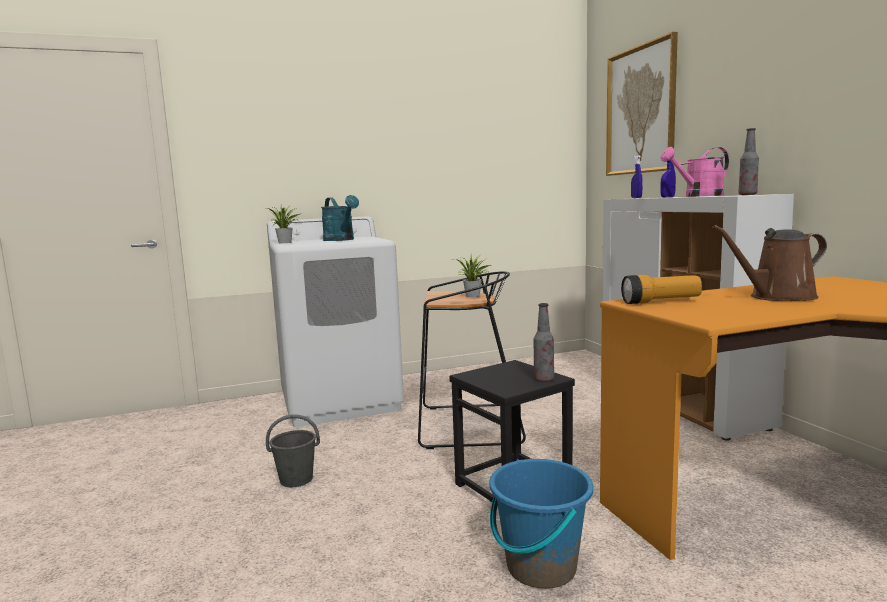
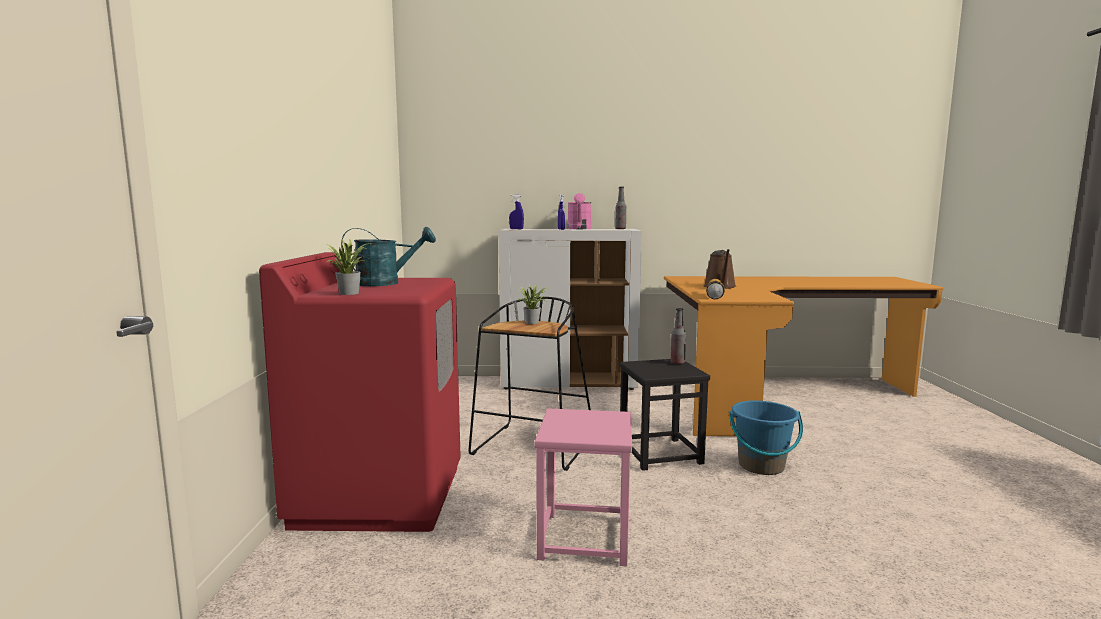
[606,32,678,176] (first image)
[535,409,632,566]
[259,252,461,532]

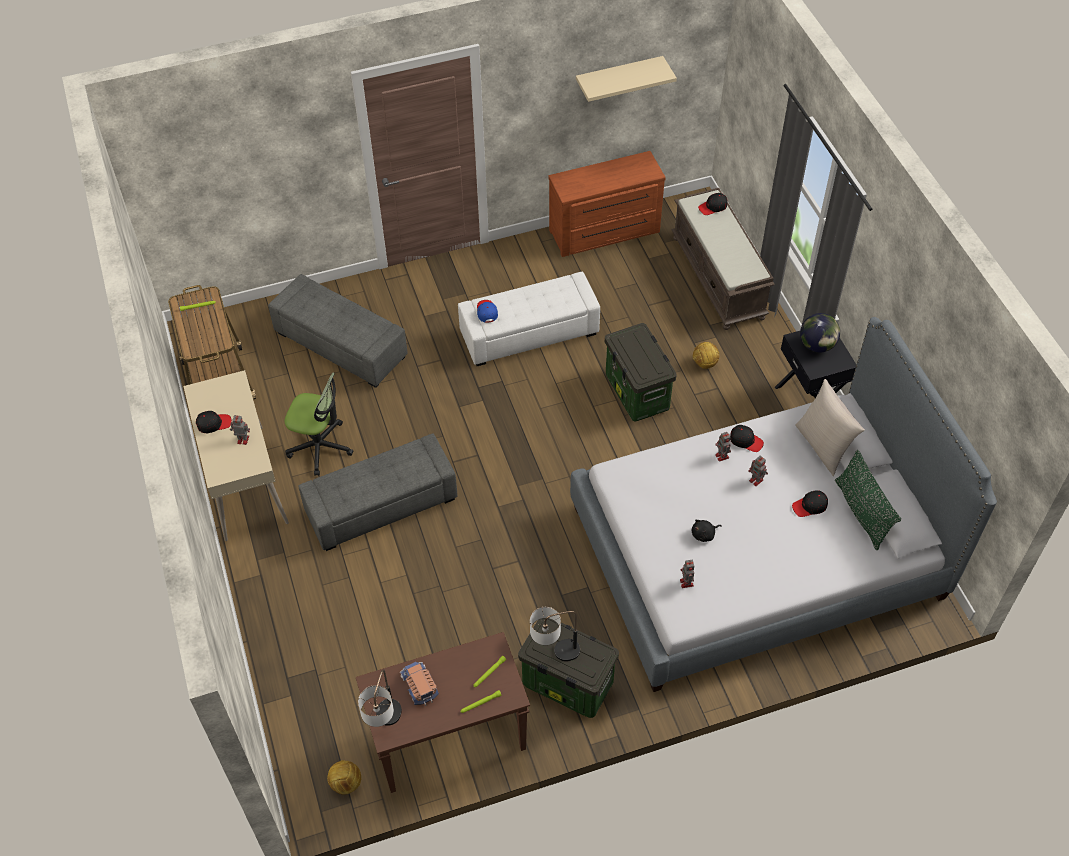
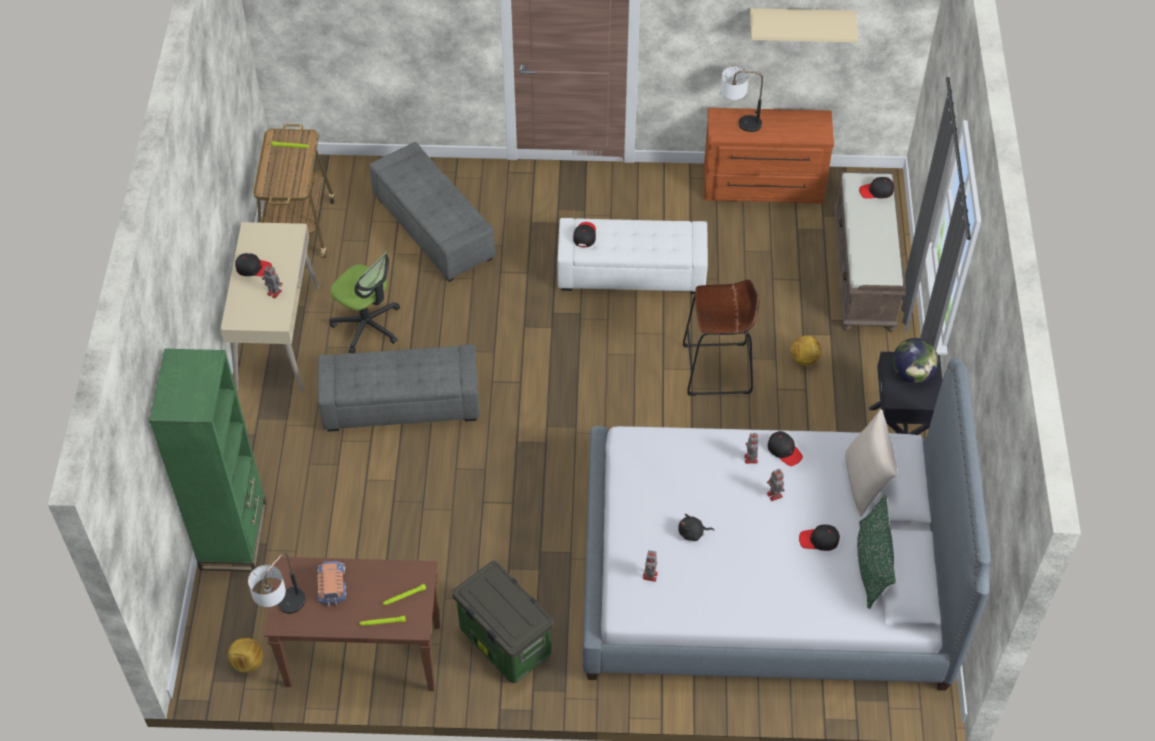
[149,349,266,572]
[720,66,763,132]
[683,280,759,396]
[573,222,596,247]

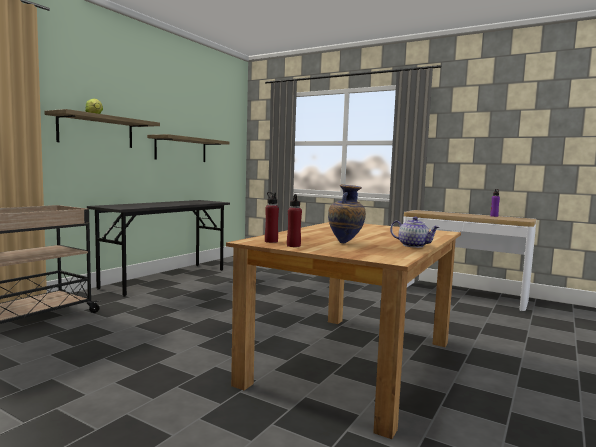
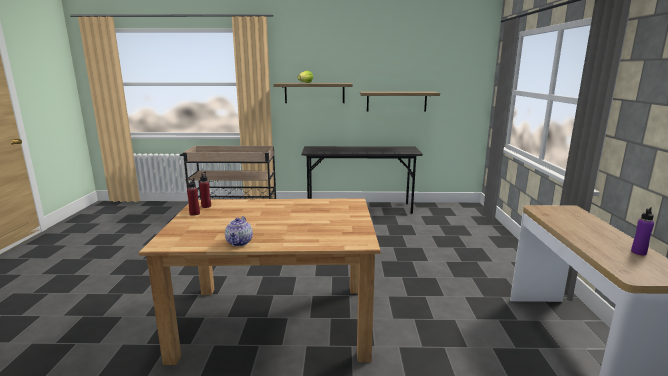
[328,184,366,243] (first image)

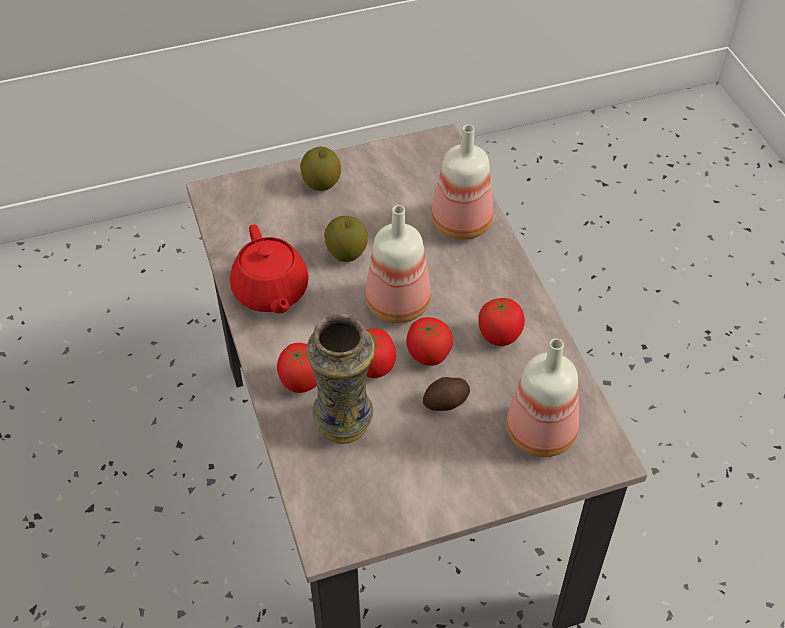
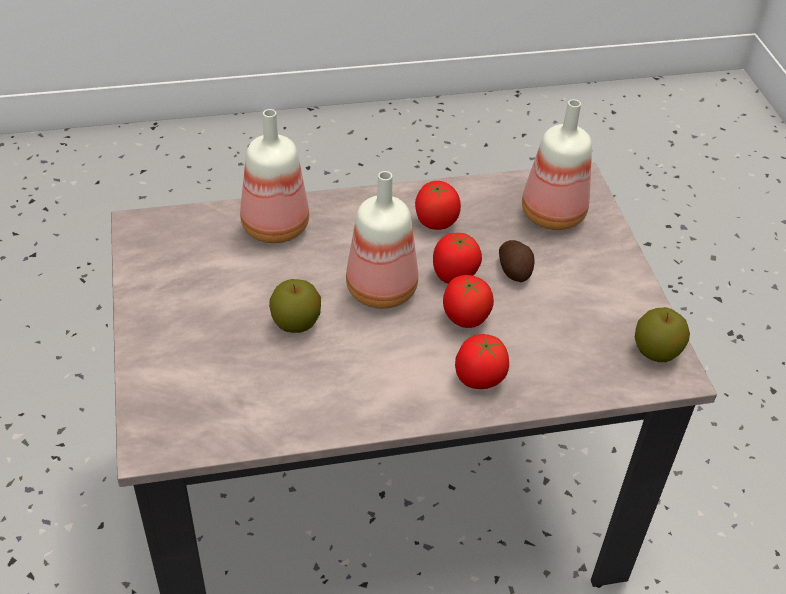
[230,224,309,313] (first image)
[307,314,375,444] (first image)
[635,307,690,362]

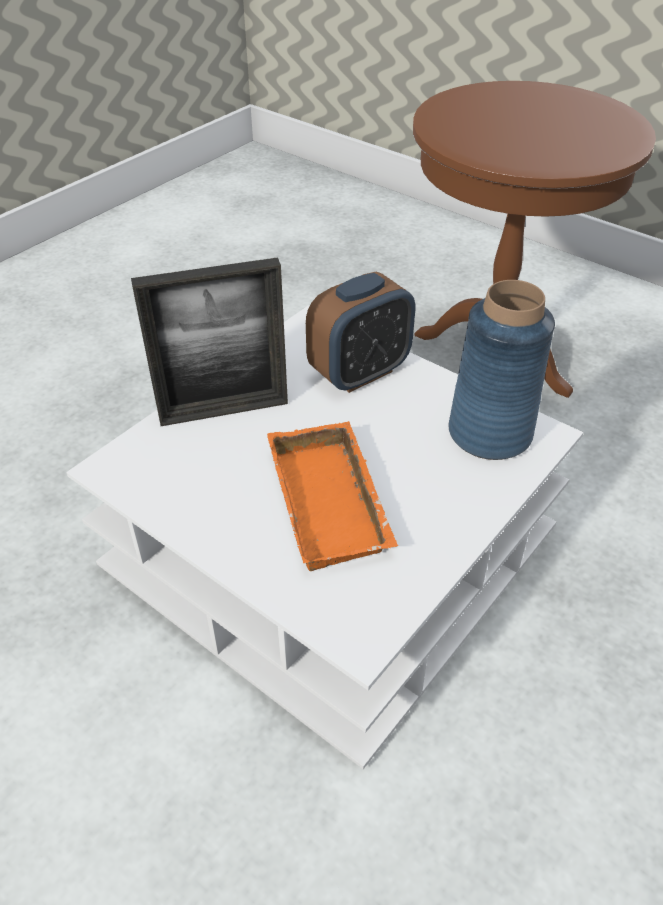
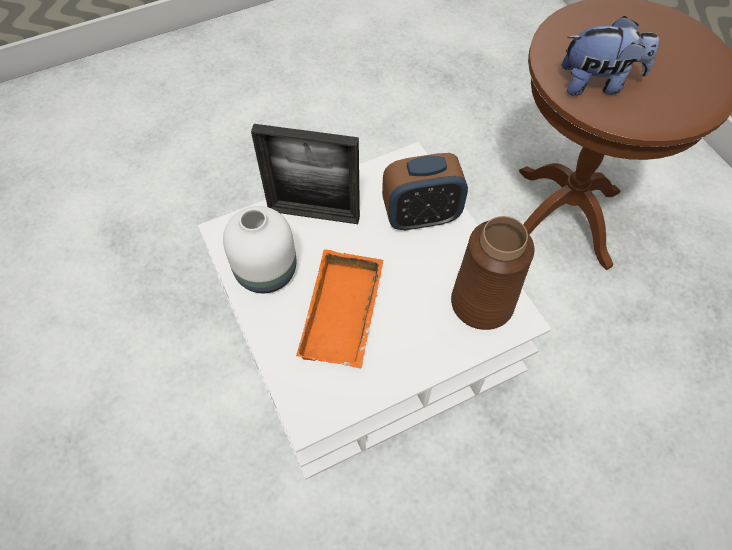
[223,206,296,293]
[562,16,659,96]
[451,216,534,330]

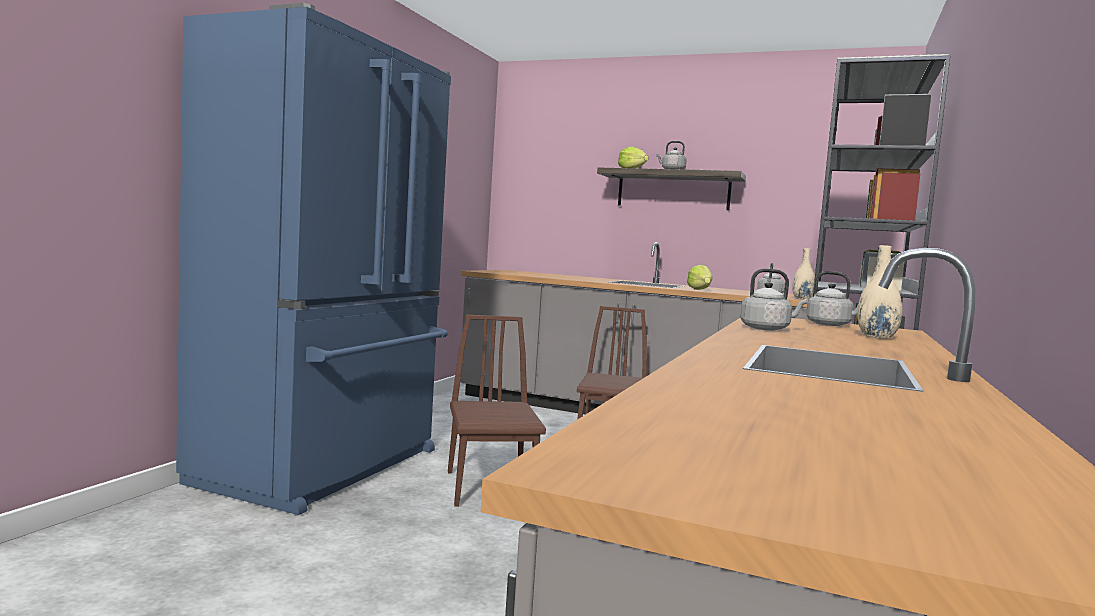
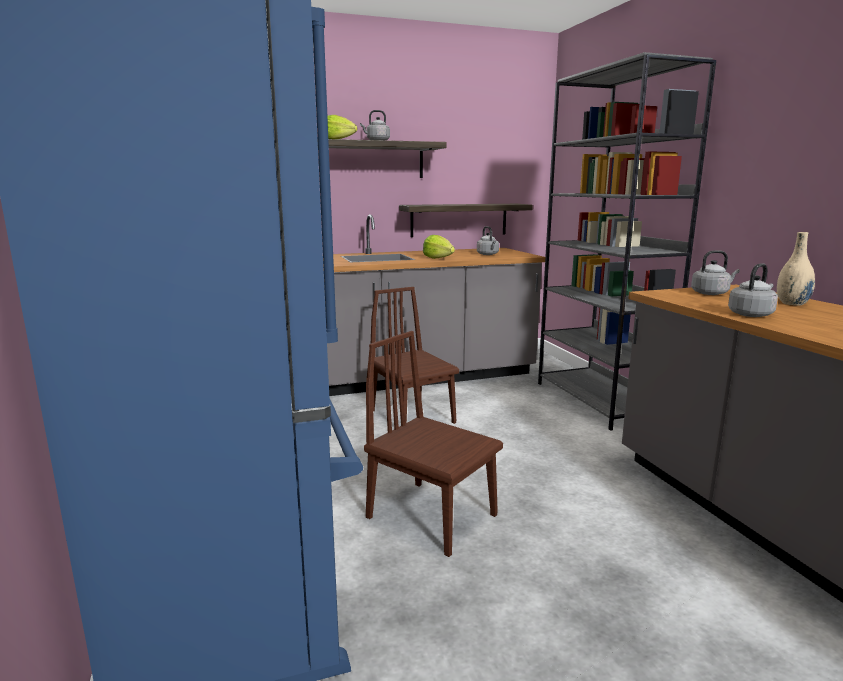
[792,248,815,300] (first image)
[399,204,533,237]

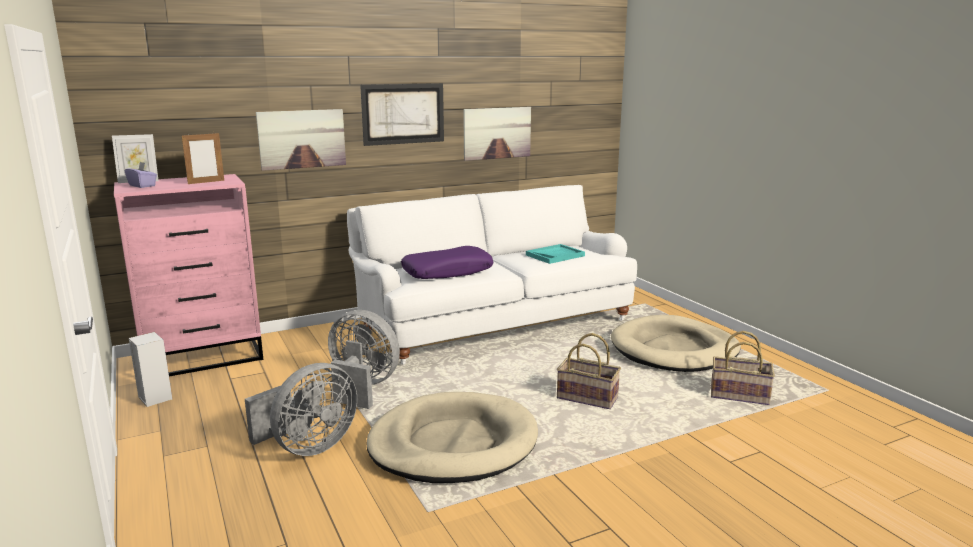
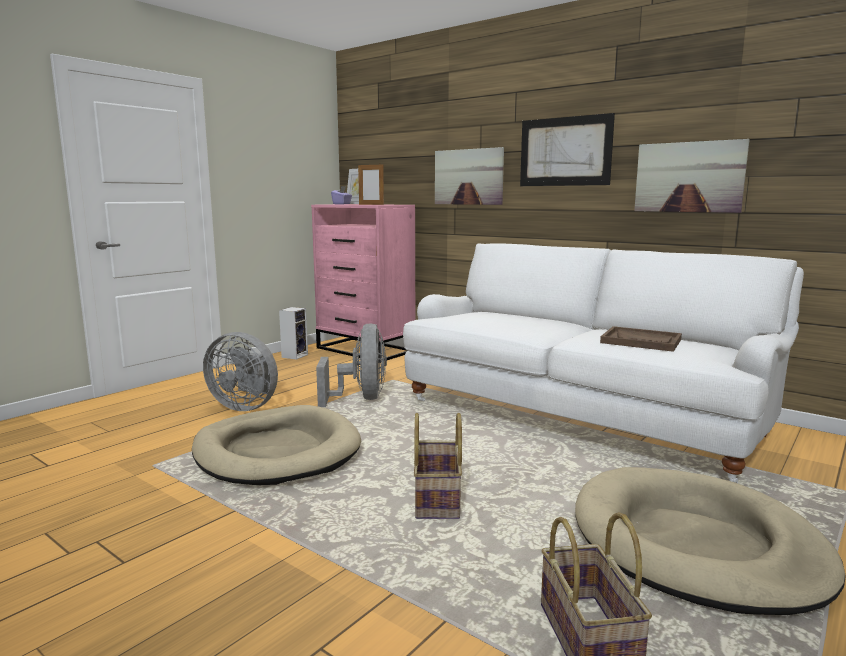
[401,246,493,279] (first image)
[600,326,682,352]

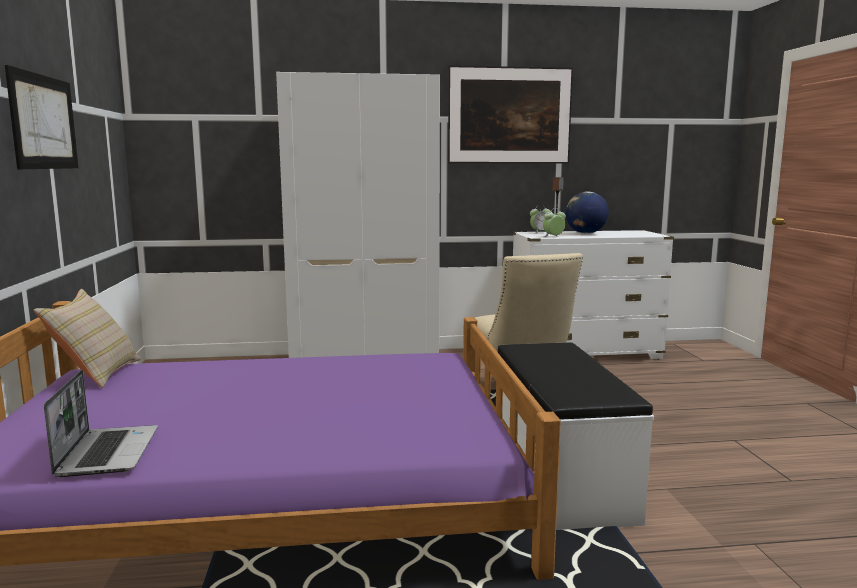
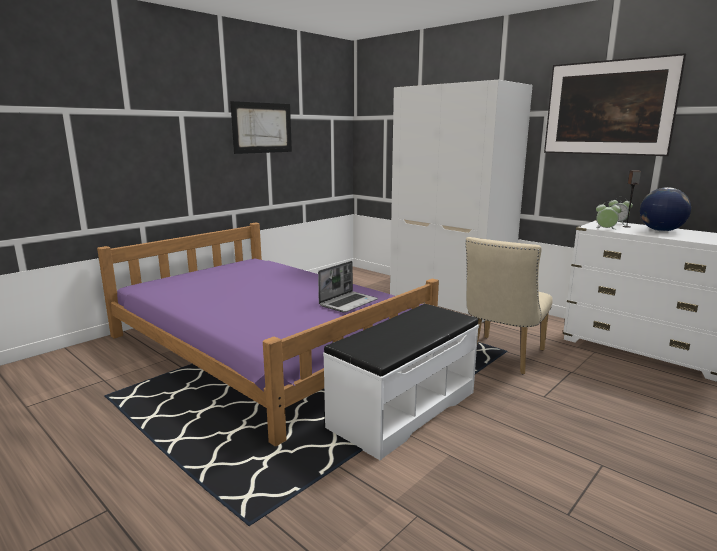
[34,289,140,388] (first image)
[318,261,378,313]

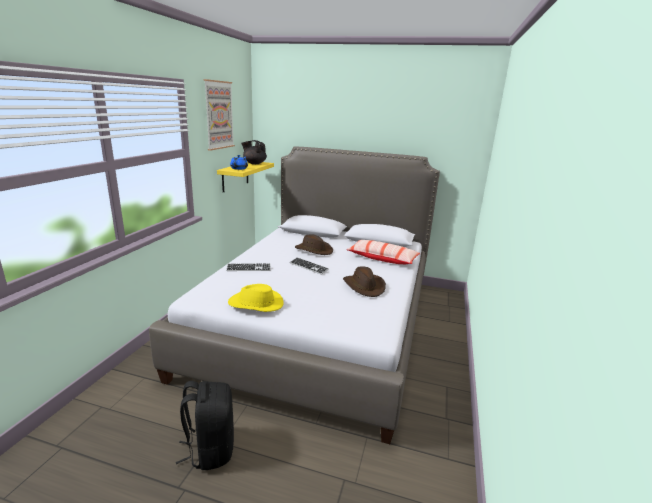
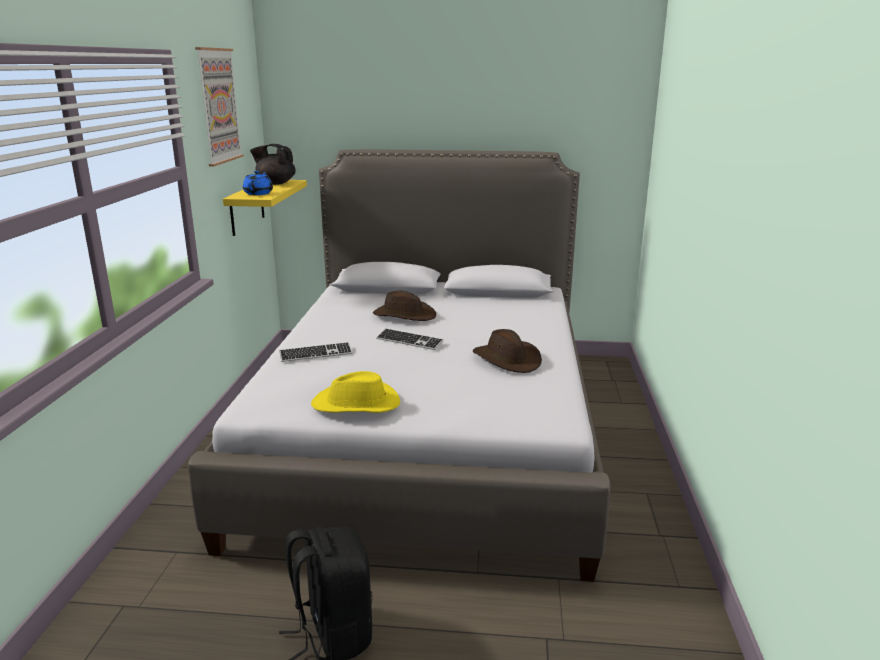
[346,240,420,264] (first image)

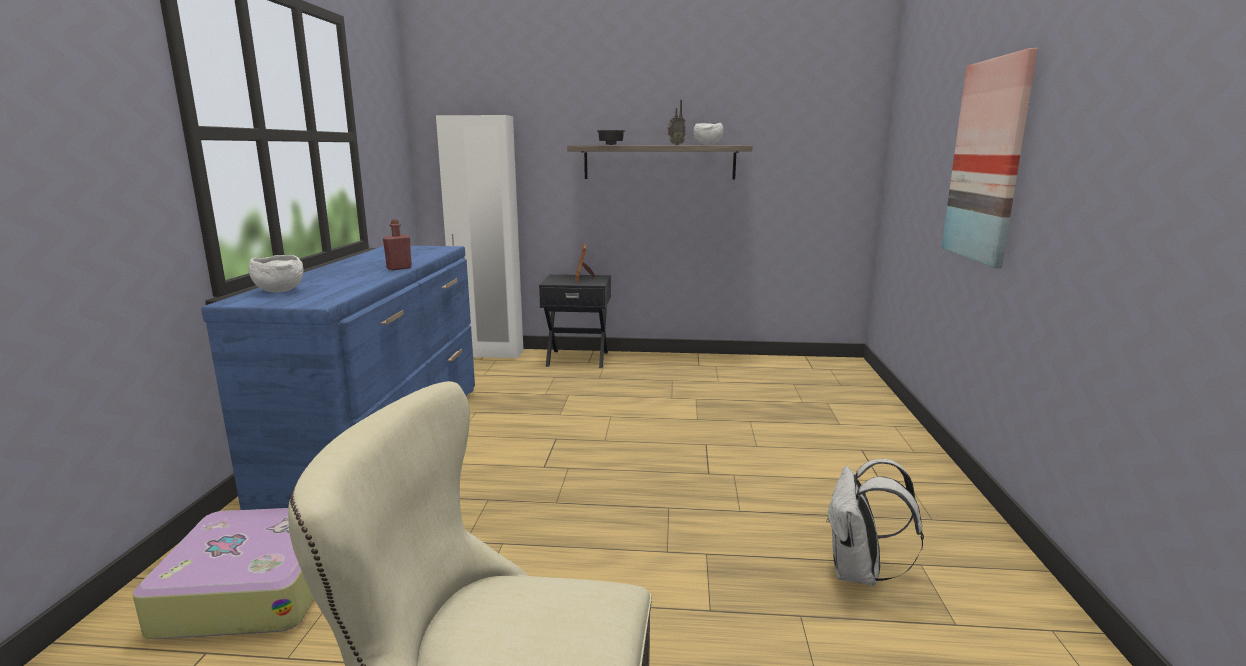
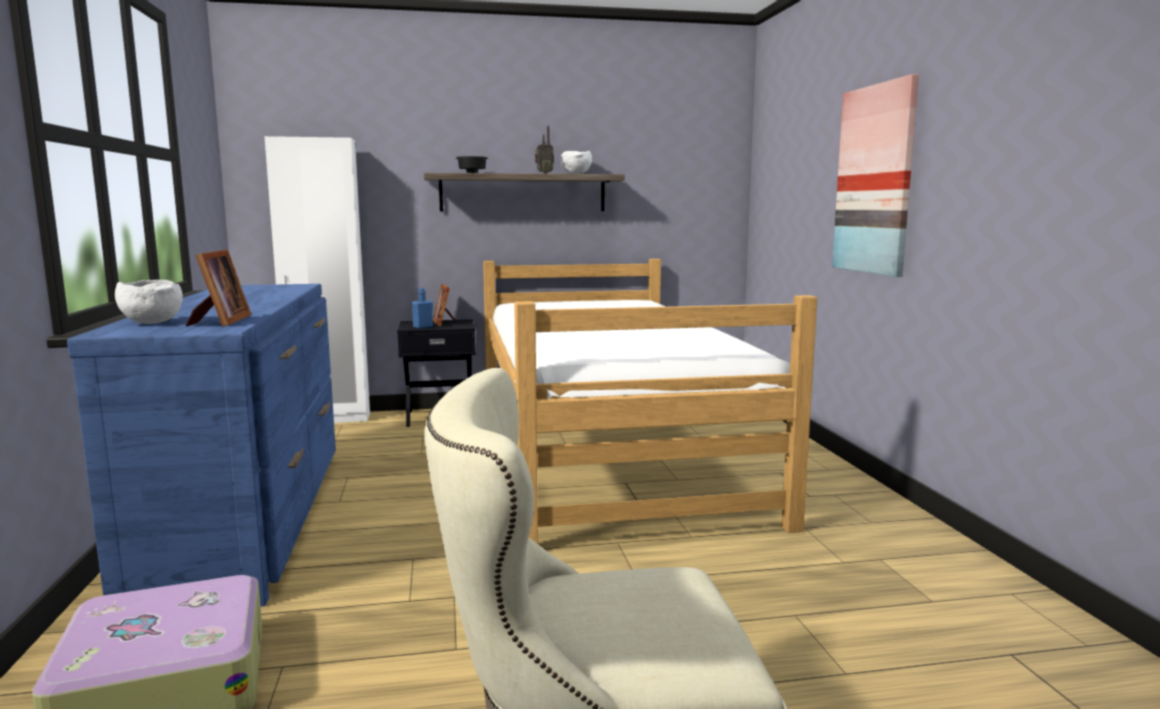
[383,219,412,270] (first image)
[826,459,924,586] (first image)
[185,249,251,327]
[412,288,433,329]
[483,259,817,544]

